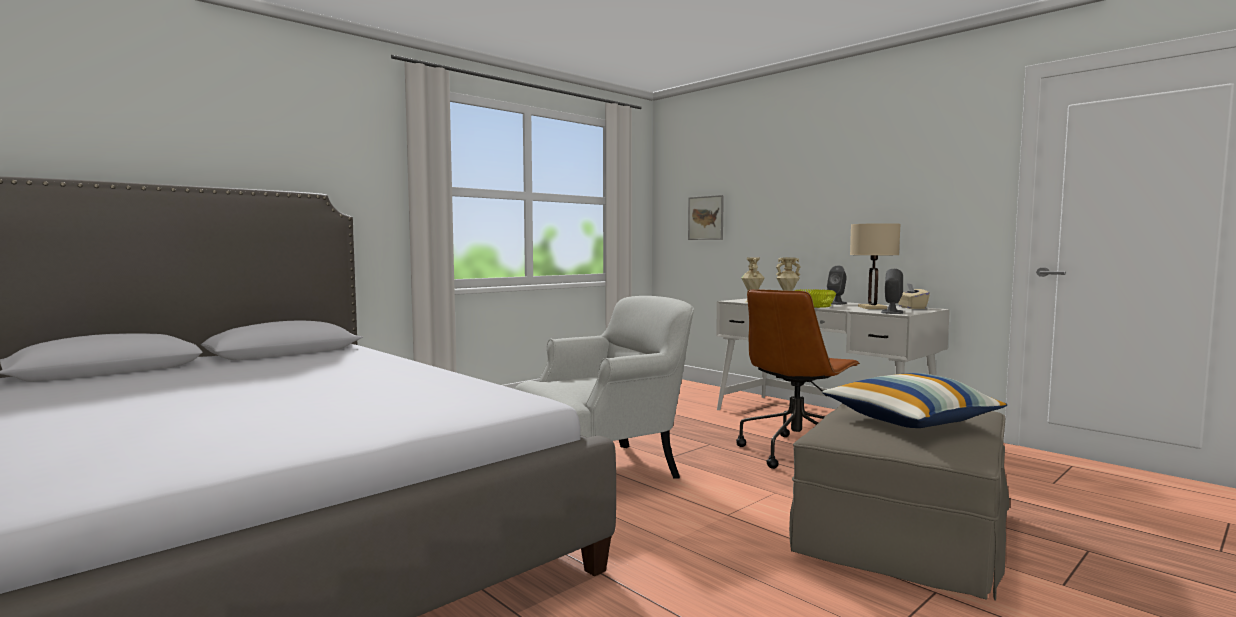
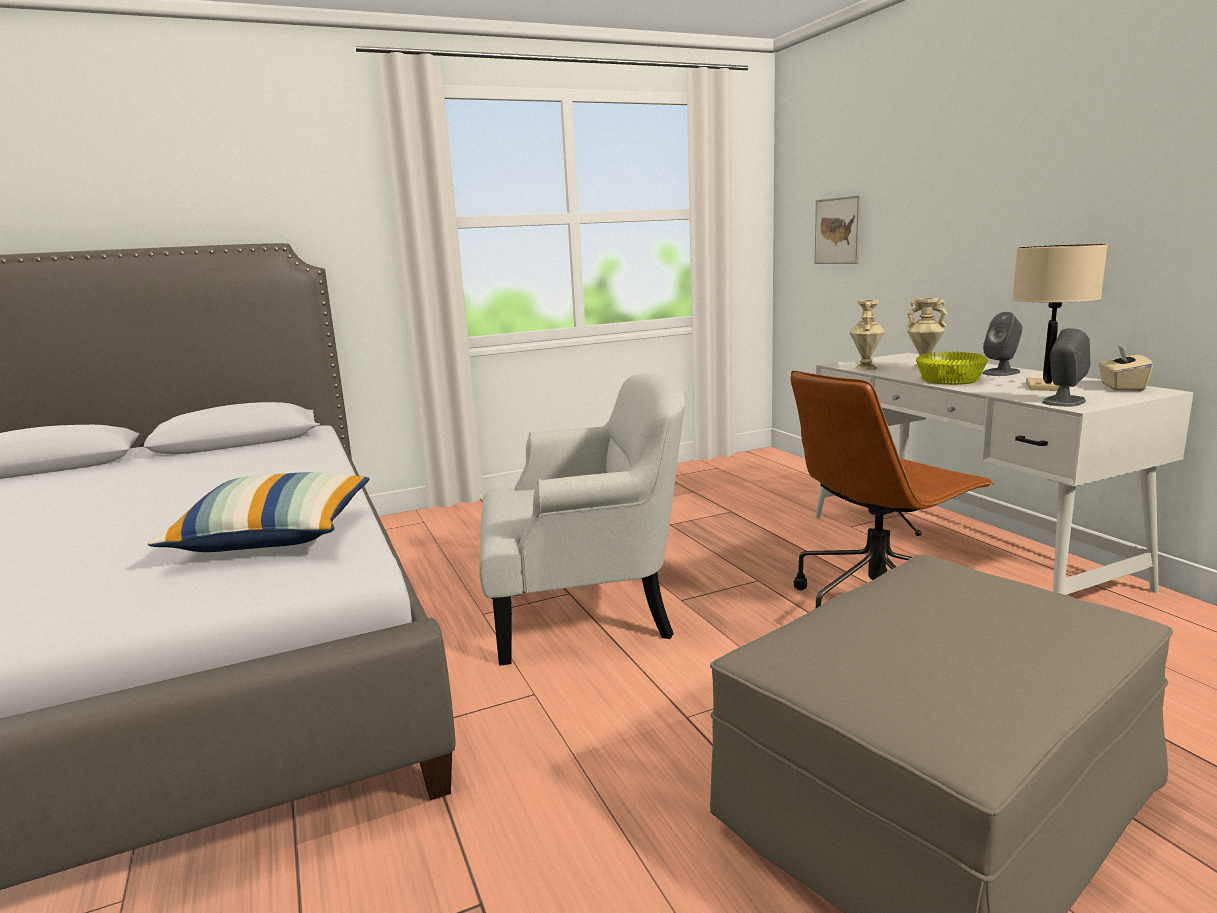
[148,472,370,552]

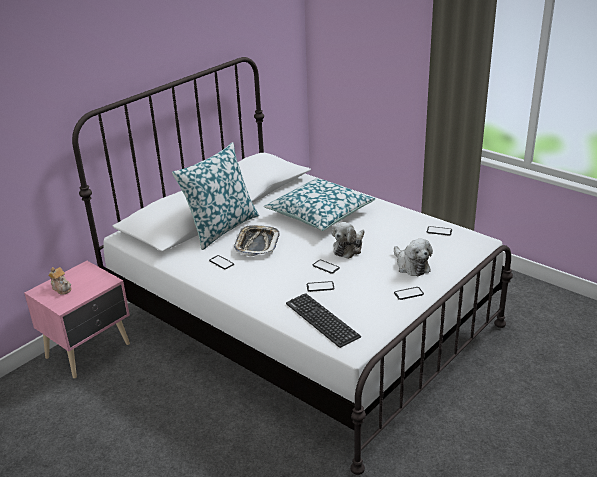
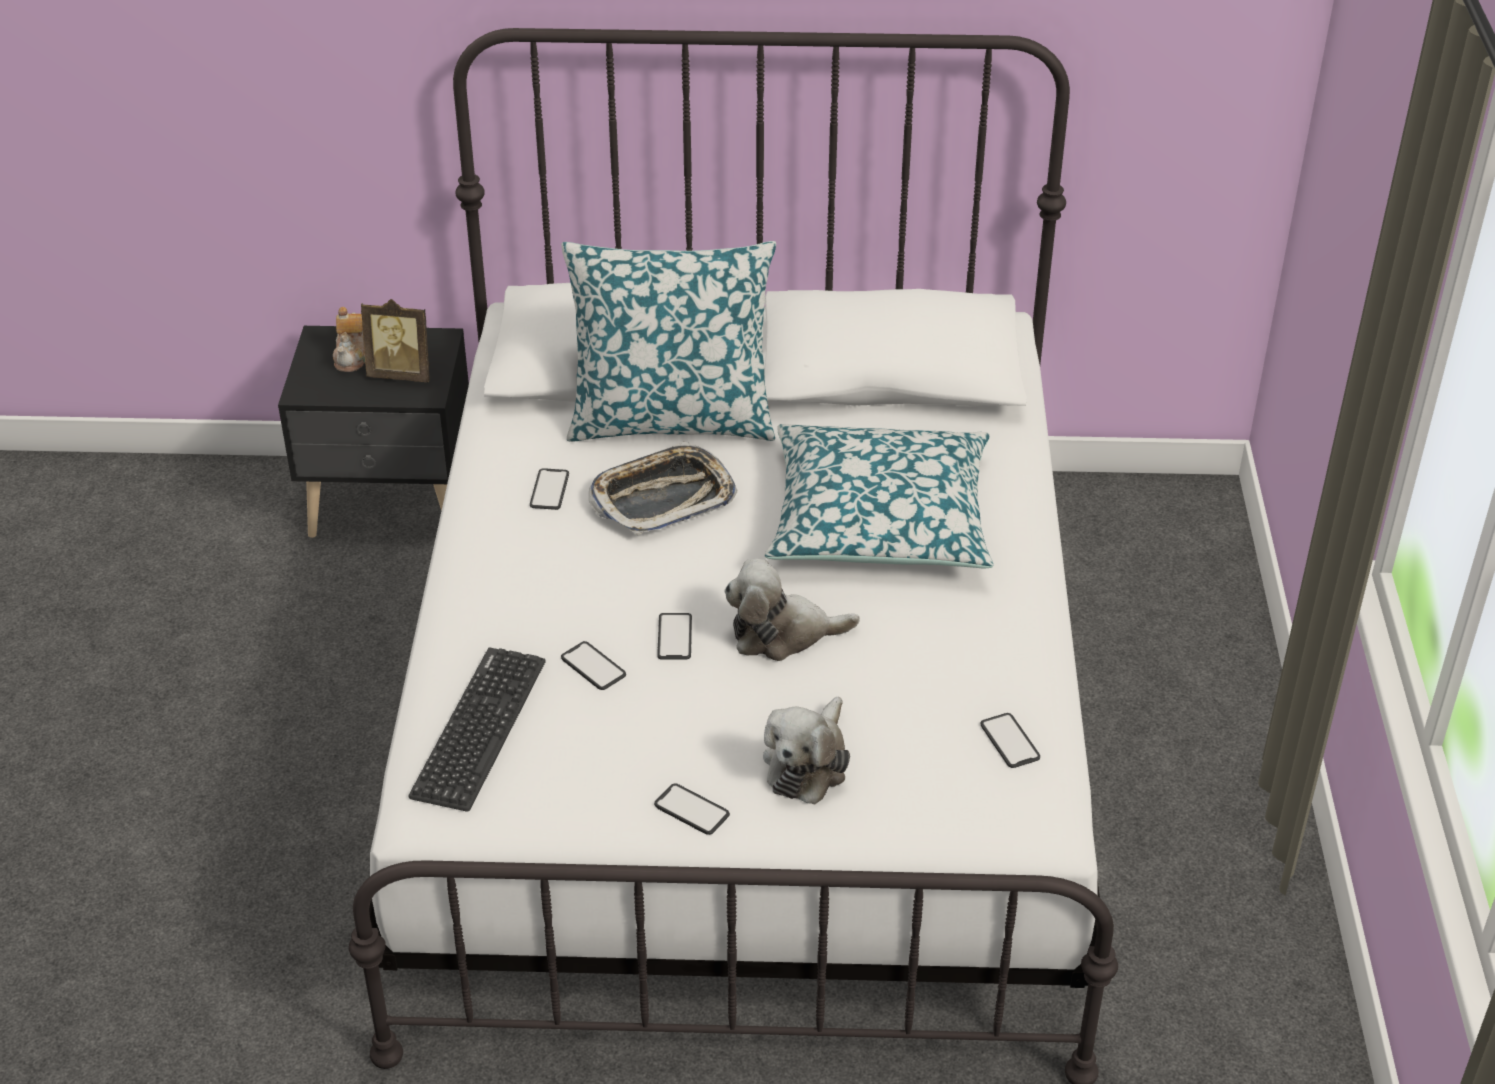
[361,299,430,382]
[278,326,469,538]

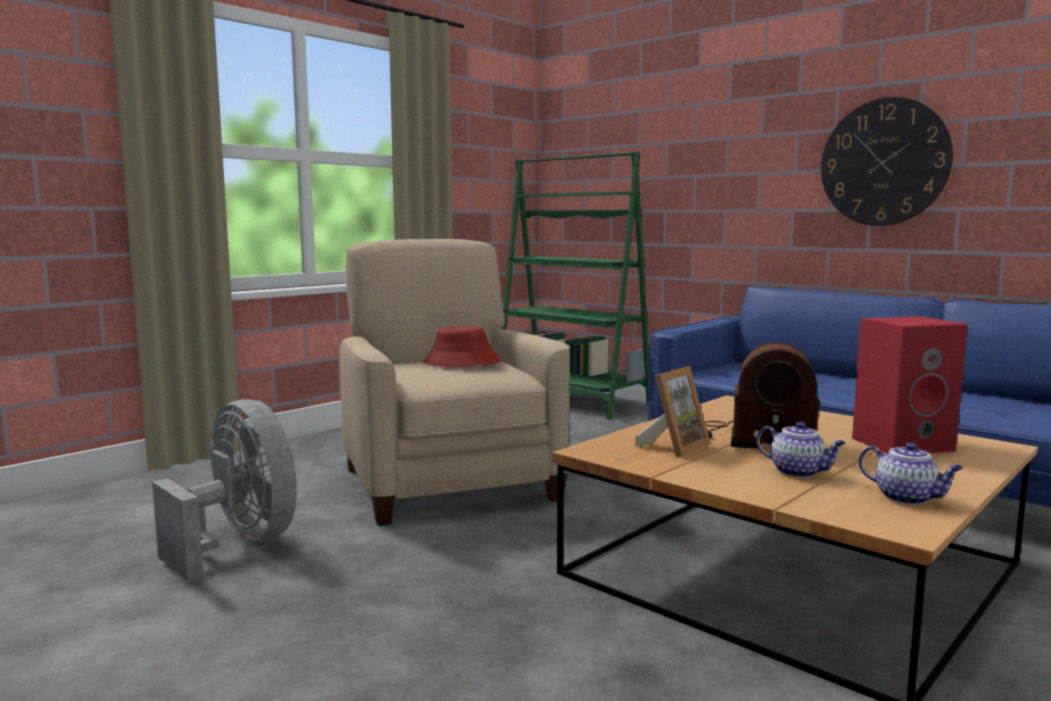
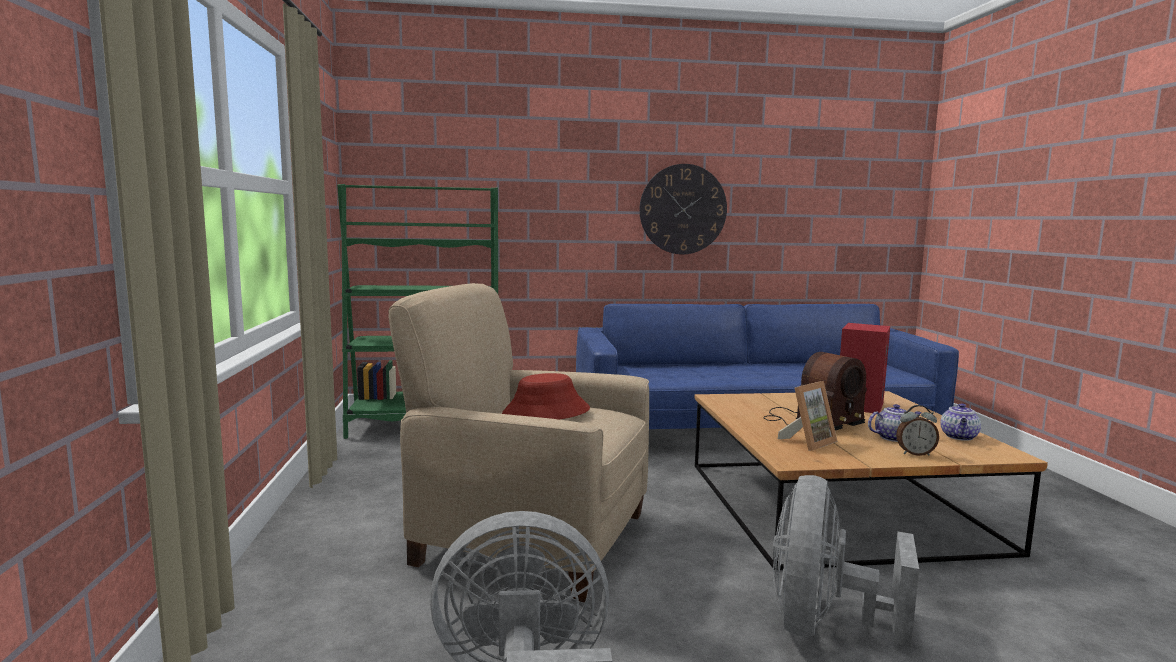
[772,475,919,647]
[896,405,939,456]
[778,381,838,451]
[940,403,981,441]

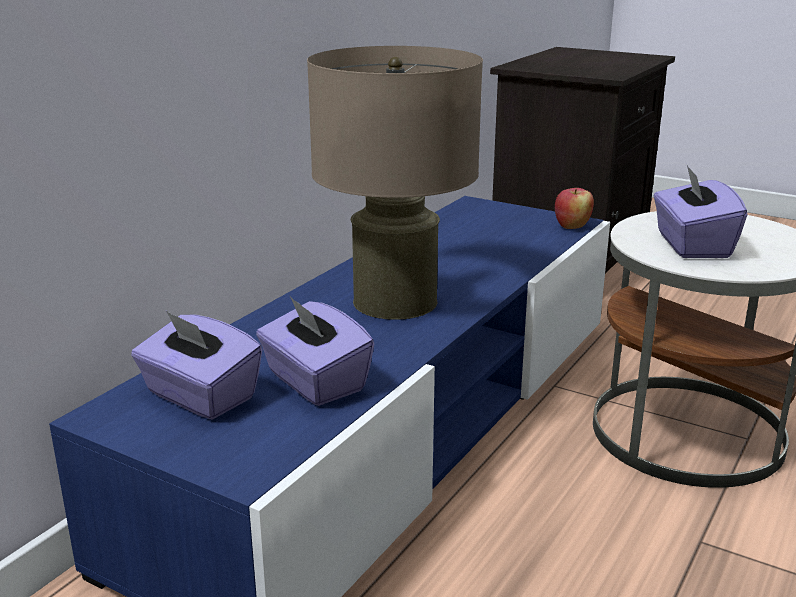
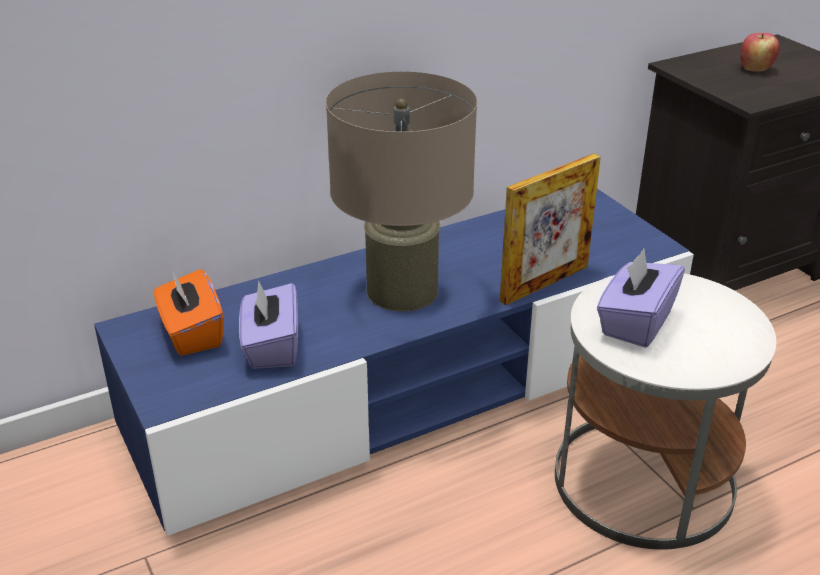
[500,153,601,305]
[740,33,780,72]
[154,269,224,356]

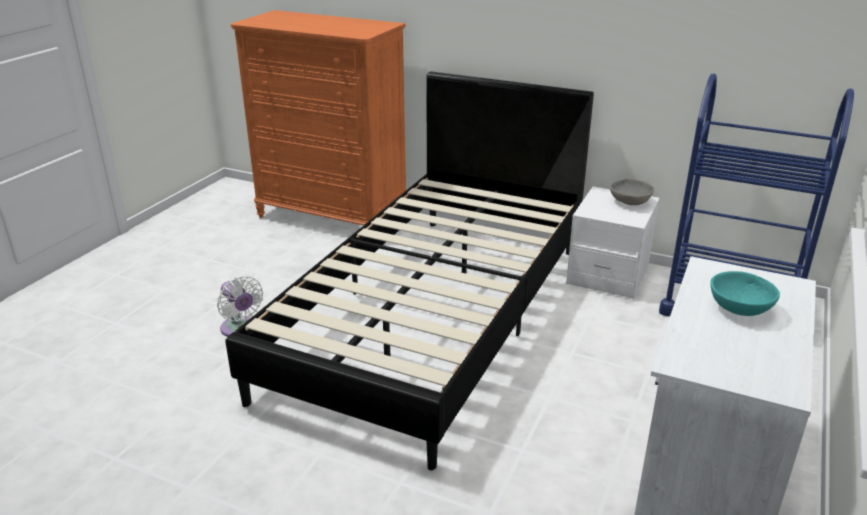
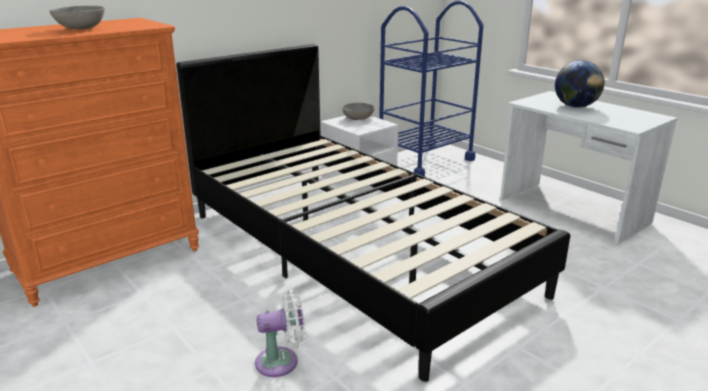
[50,6,105,29]
[555,60,605,108]

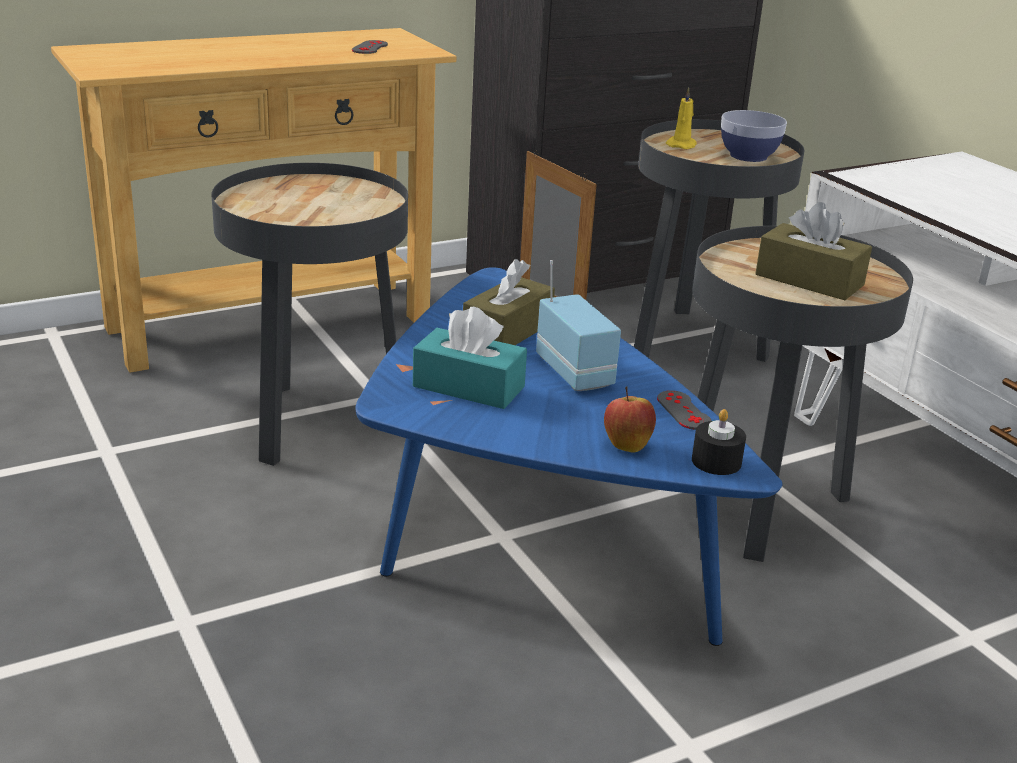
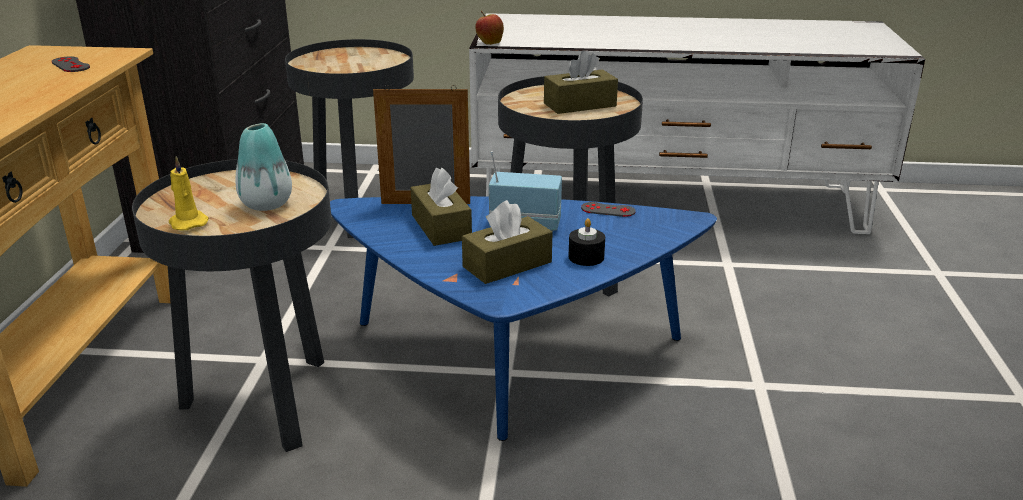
[721,110,787,162] (first image)
[236,123,292,211]
[475,11,504,45]
[169,156,209,230]
[568,218,605,266]
[462,200,552,284]

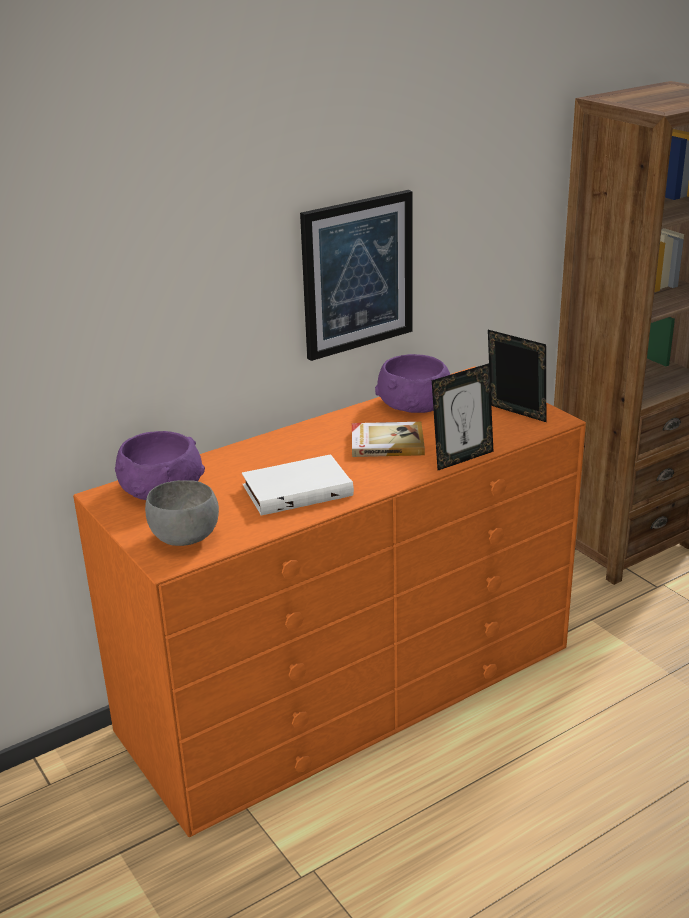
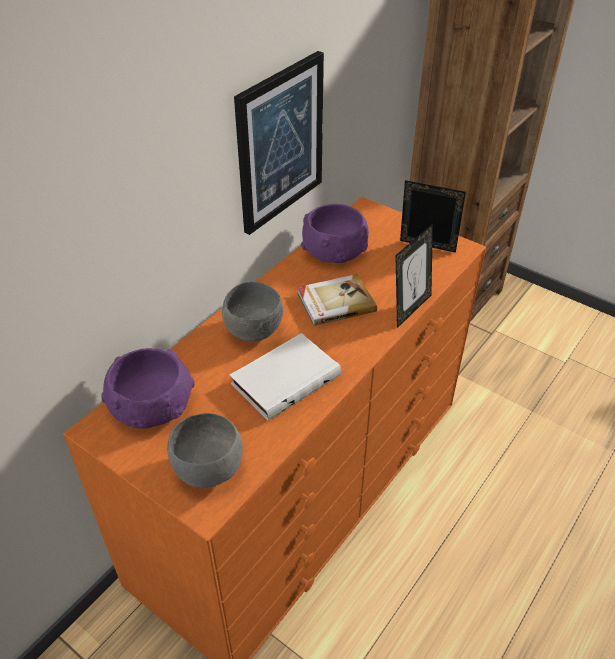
[222,282,283,342]

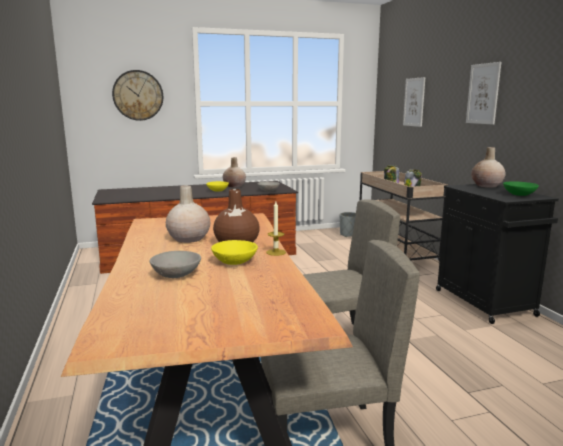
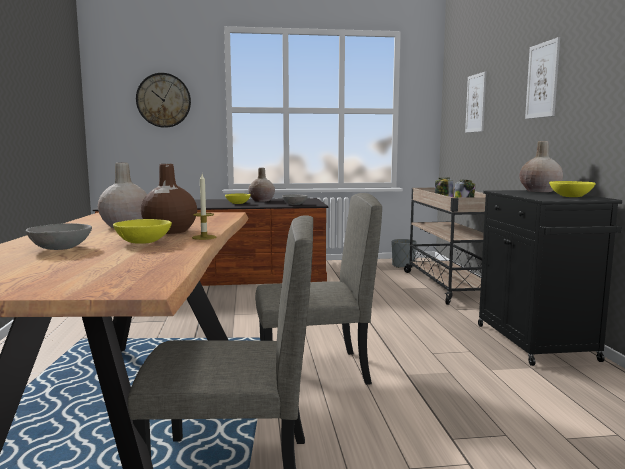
[549,181,596,197]

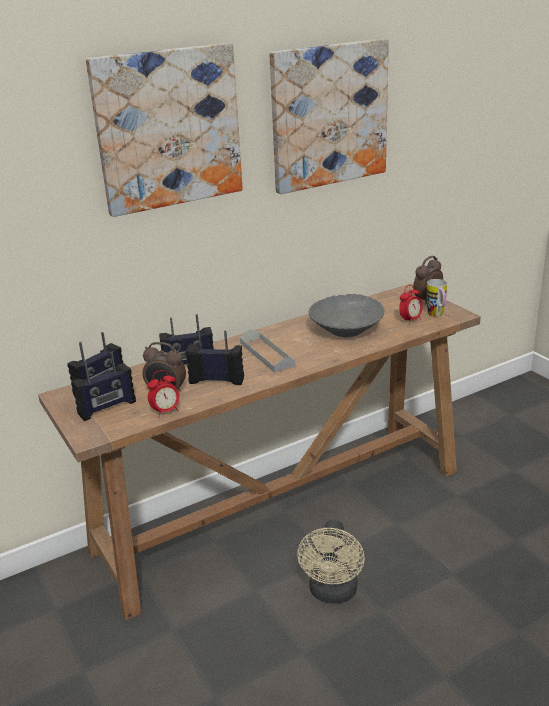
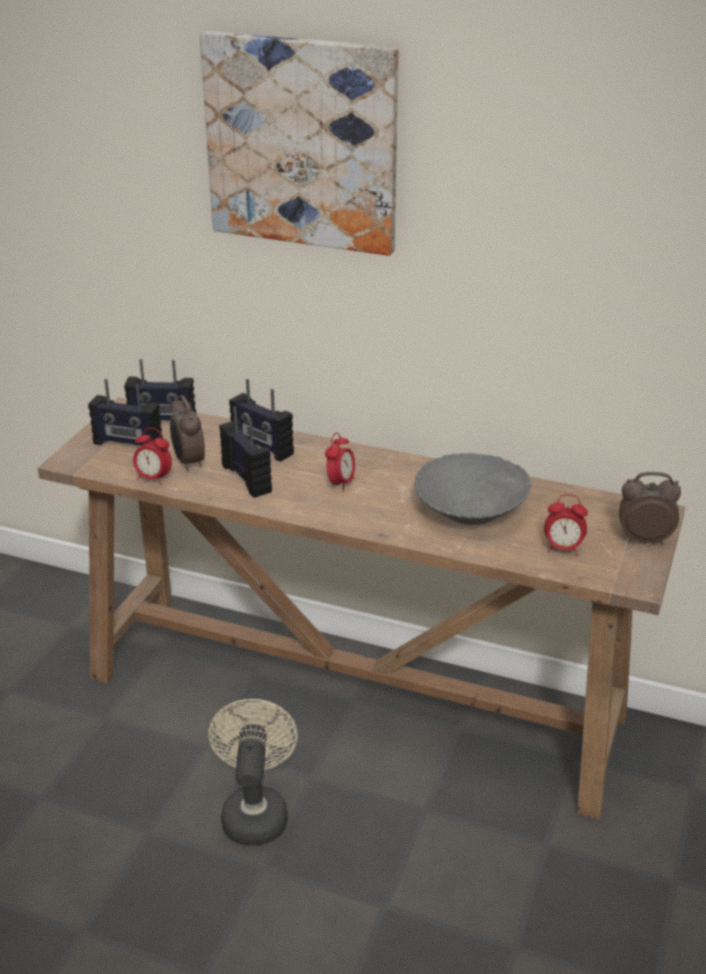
[269,39,389,194] (first image)
[427,279,447,317] (first image)
[325,433,355,491]
[209,699,298,845]

